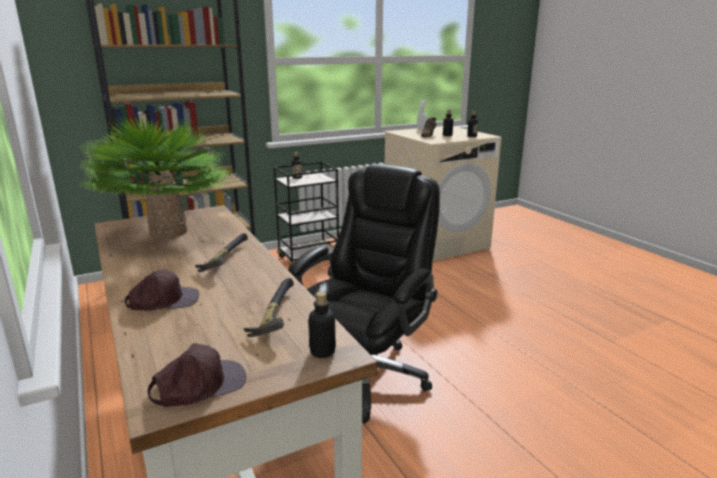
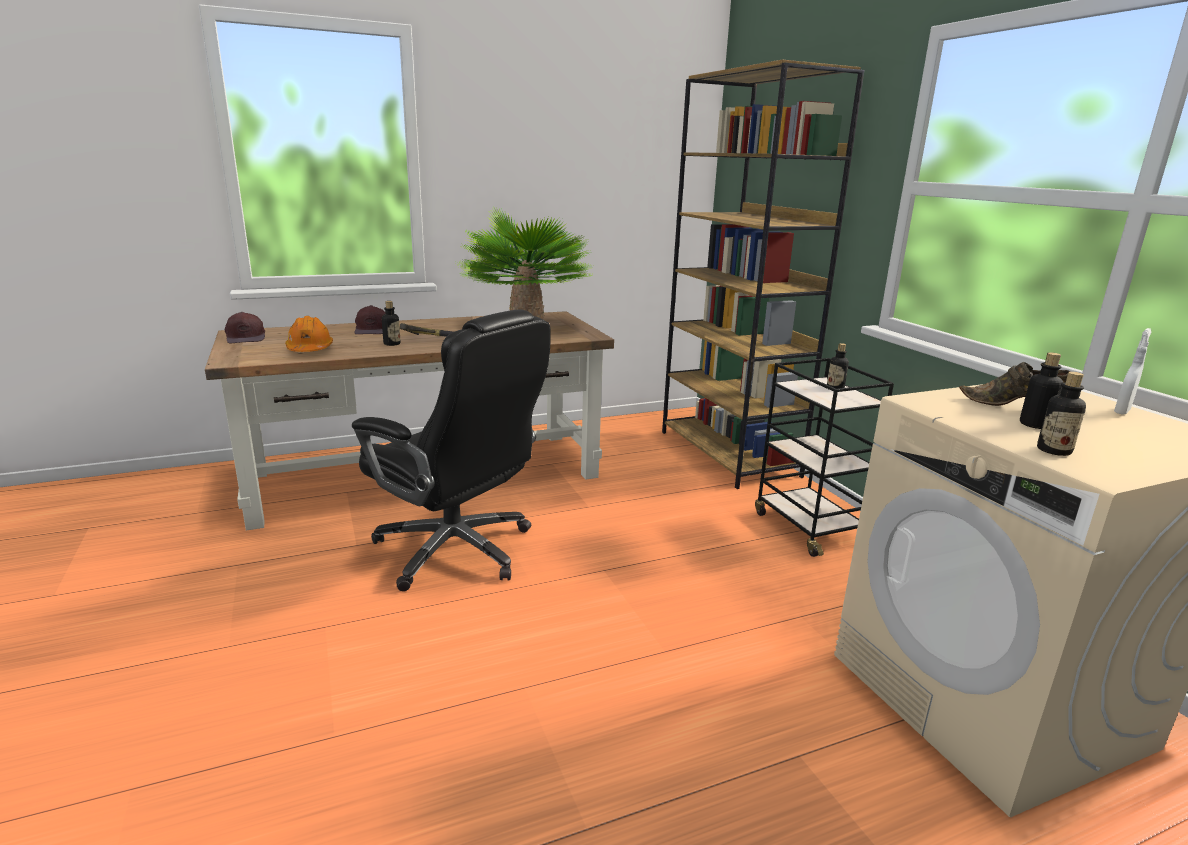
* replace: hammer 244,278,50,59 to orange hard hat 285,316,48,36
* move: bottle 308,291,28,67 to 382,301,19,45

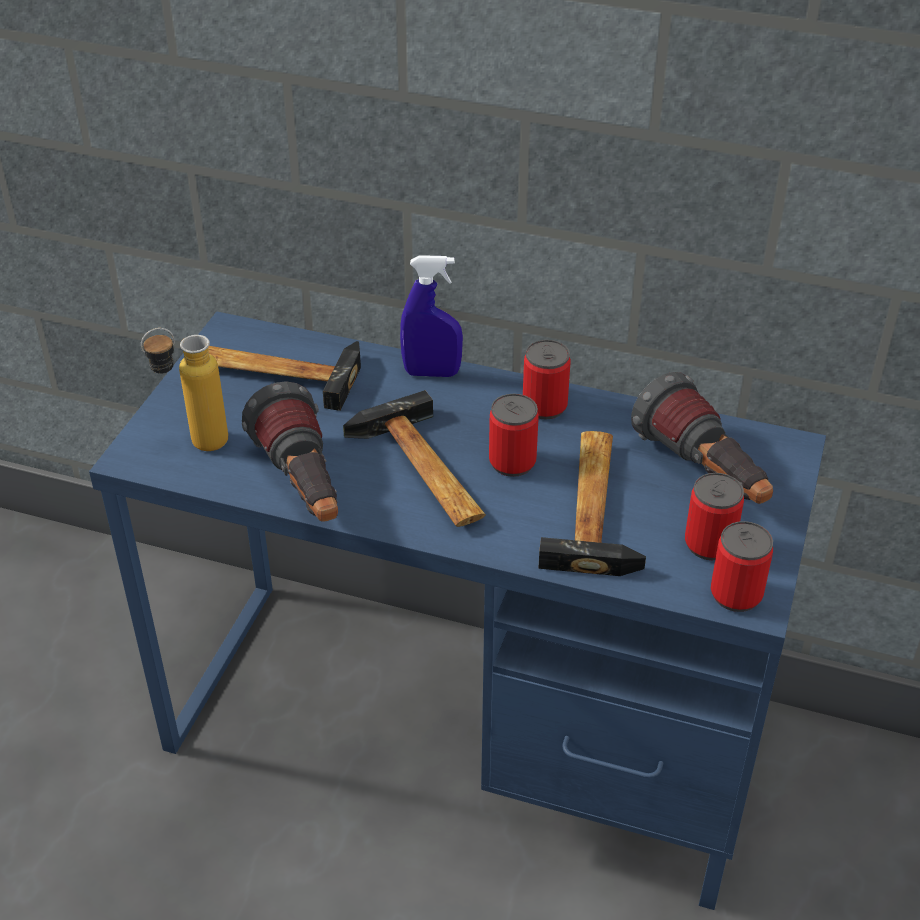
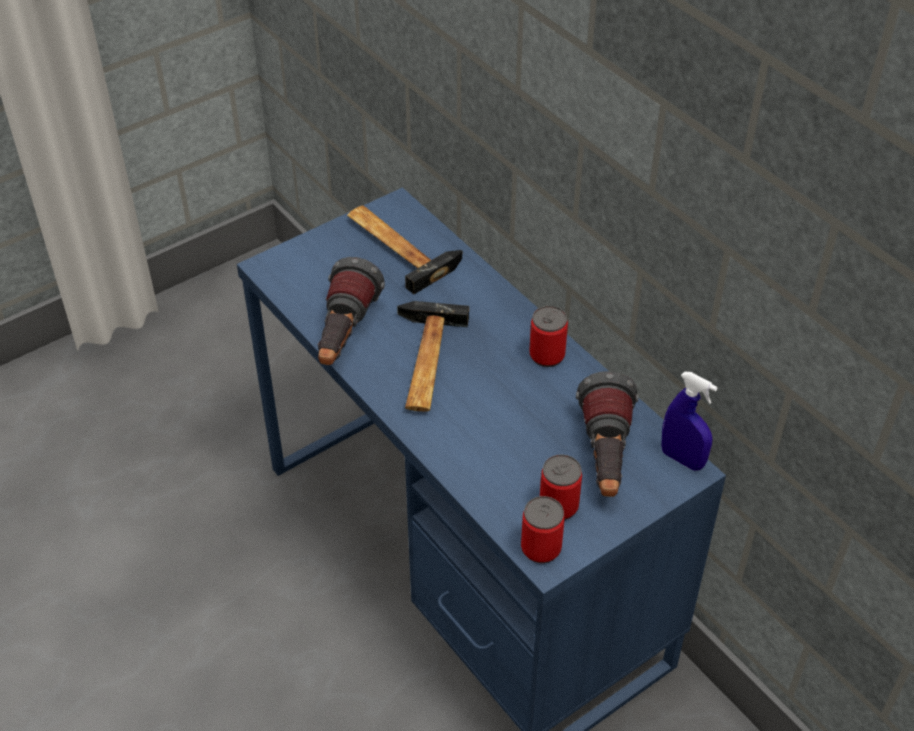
* move: blue spray bottle 400,255,63,122 to 661,372,57,99
* delete: bottle 141,328,87,123
* delete: can 489,394,50,83
* delete: hammer 538,431,108,145

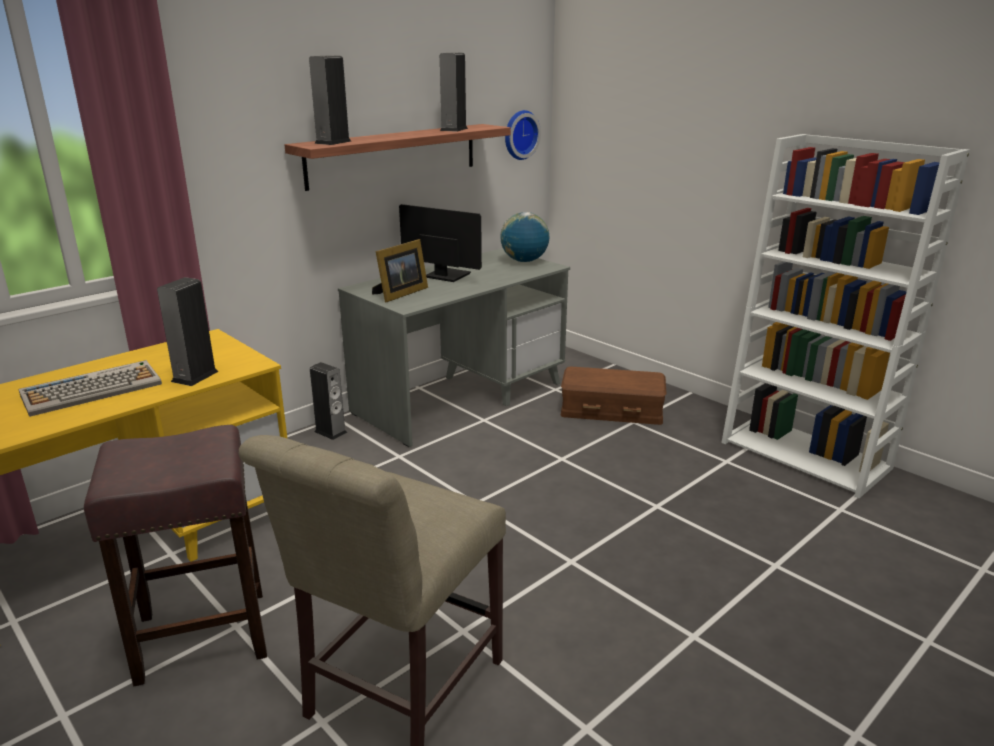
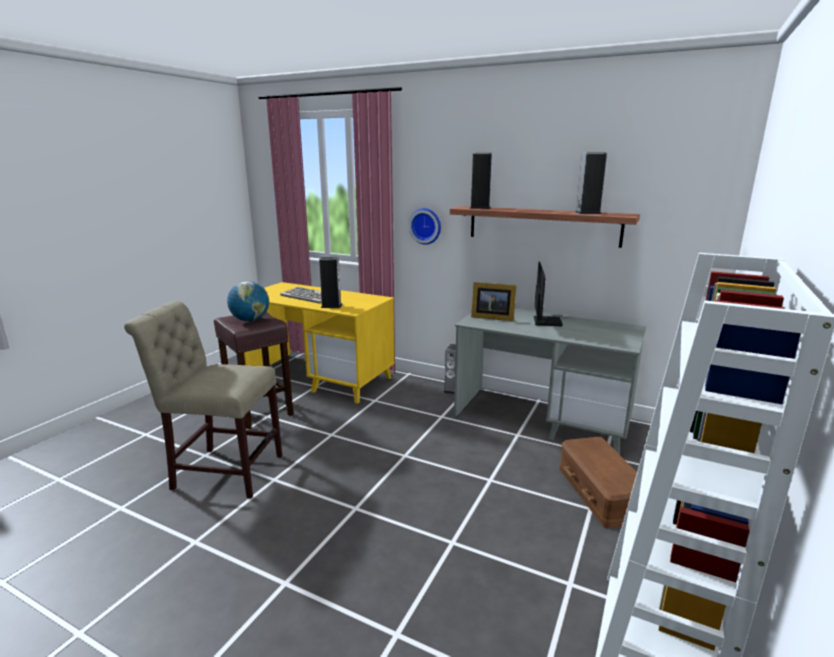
* move: globe 500,212,49,50 to 227,281,42,40
* move: wall clock 505,110,36,50 to 409,208,32,37

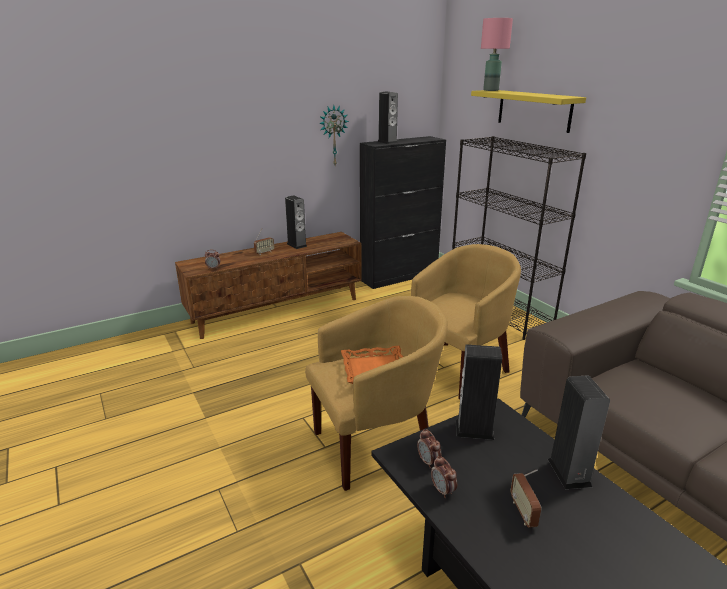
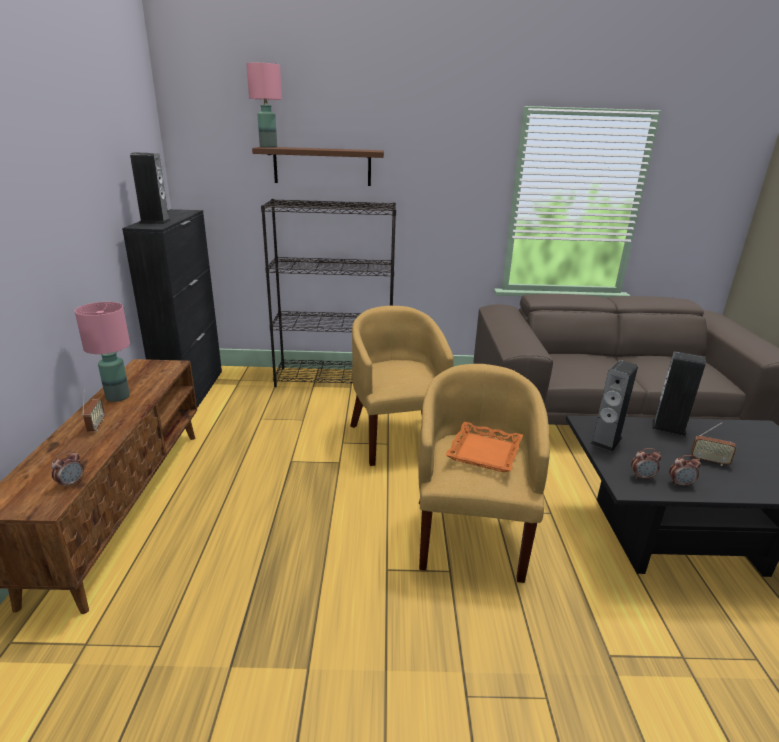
* replace: speaker 285,195,23,54 to pink table lamp 75,302,55,100
* recolor: yellow shelf 471,90,115,43 to brown shelf 252,147,132,39
* delete: wall clock 319,105,30,60

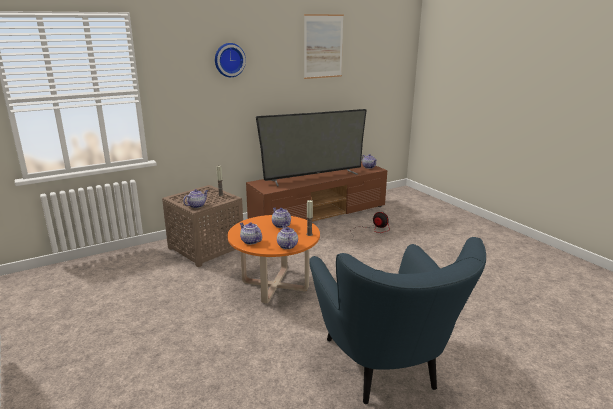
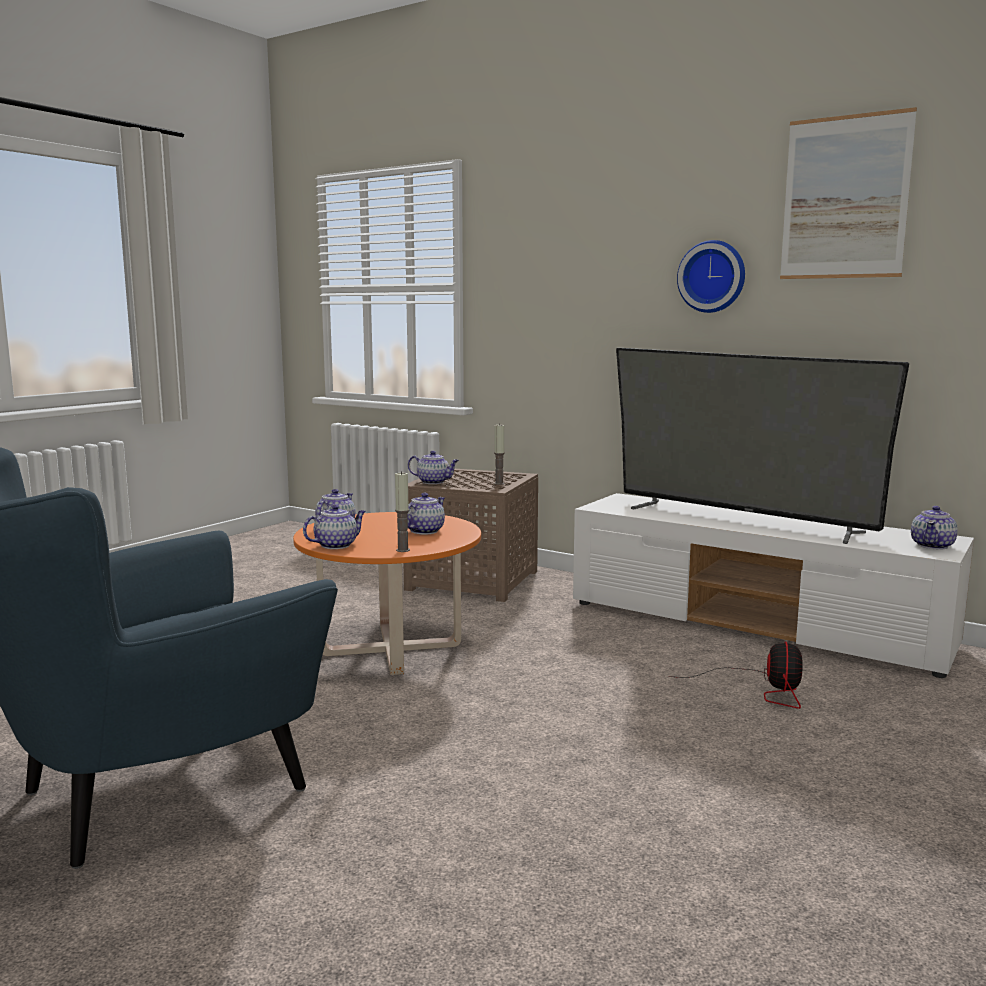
* recolor: brown tv stand 246,162,141,60 to white tv stand 573,493,401,185
* move: wall clock 215,43,31,34 to 677,240,68,73

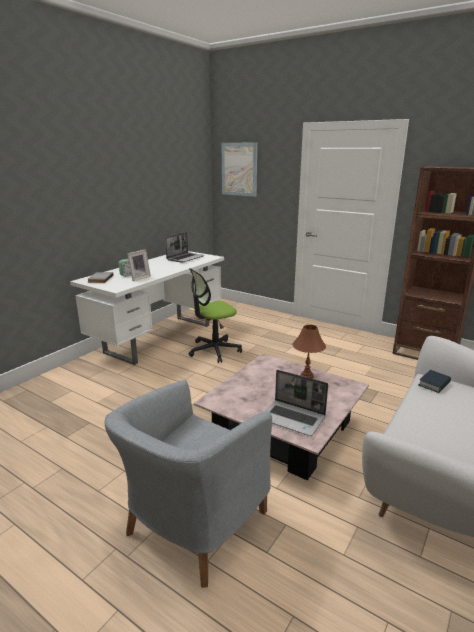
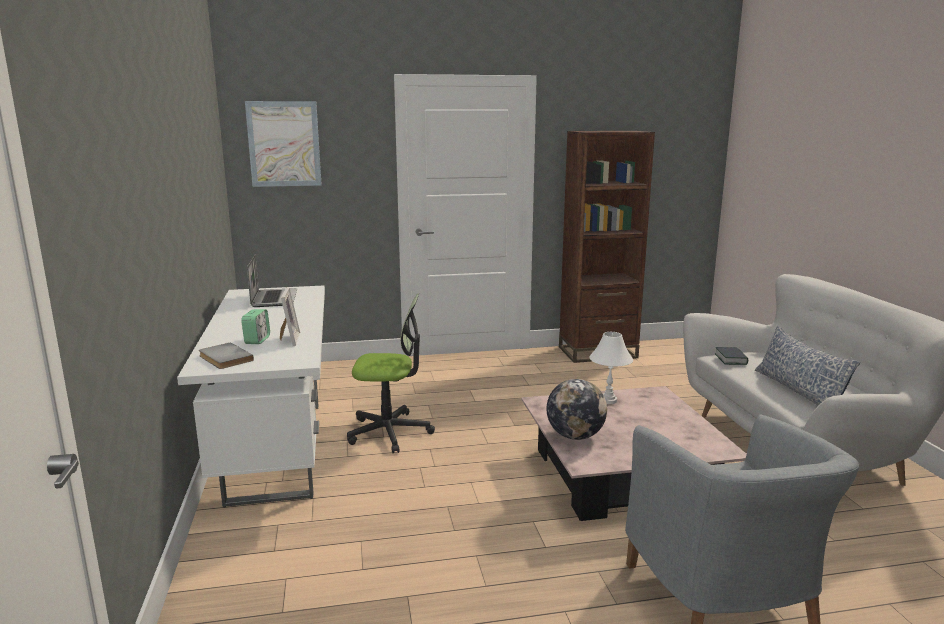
* rotate: office chair 188,268,54,95 = 347,293,88,160 105 degrees counterclockwise
* insert: globe 547,379,60,61
* recolor: brown table lamp 292,325,34,54 to white table lamp 589,332,44,72
* insert: pillow 755,326,105,80
* delete: laptop 266,370,62,66

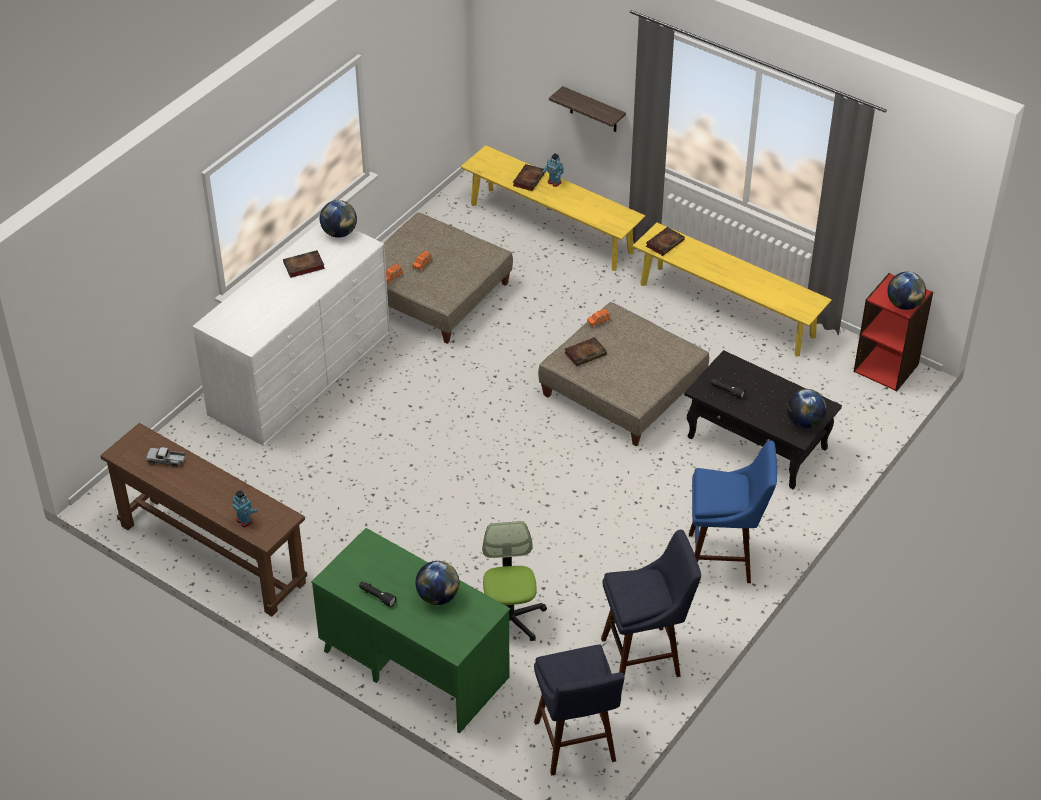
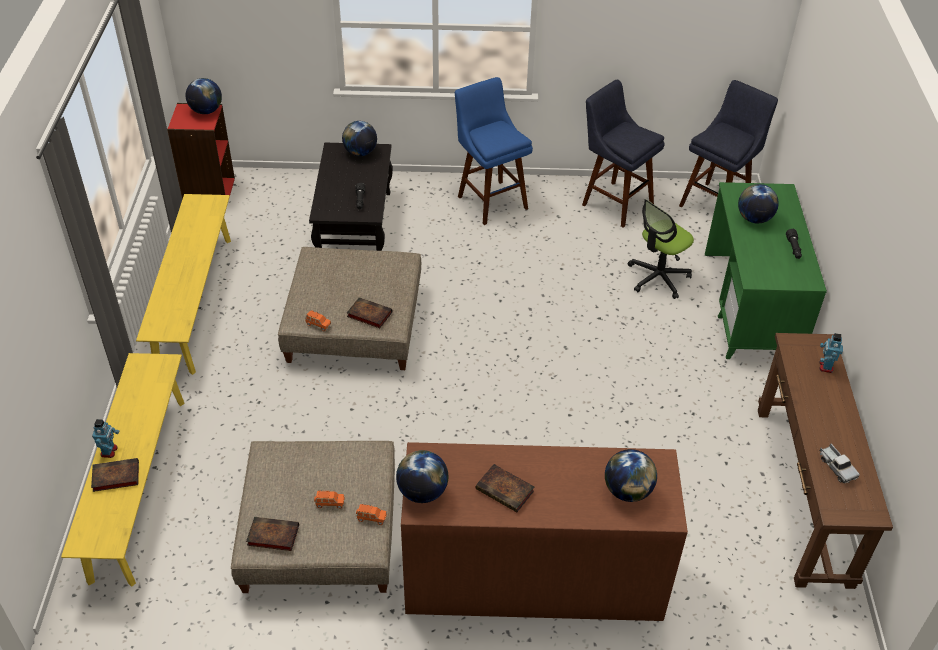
* move: book 646,227,39,29 to 246,517,53,34
* recolor: white dresser 193,222,197,224 to brown dresser 401,442,287,179
* insert: globe 605,449,52,53
* delete: shelf 549,86,77,46

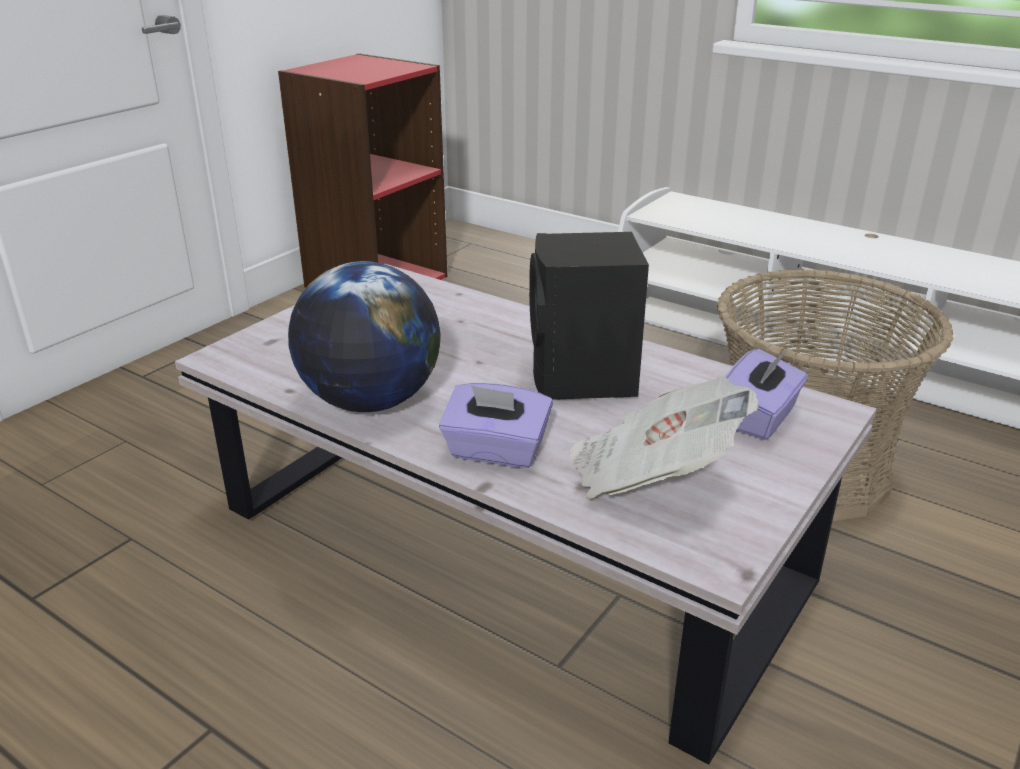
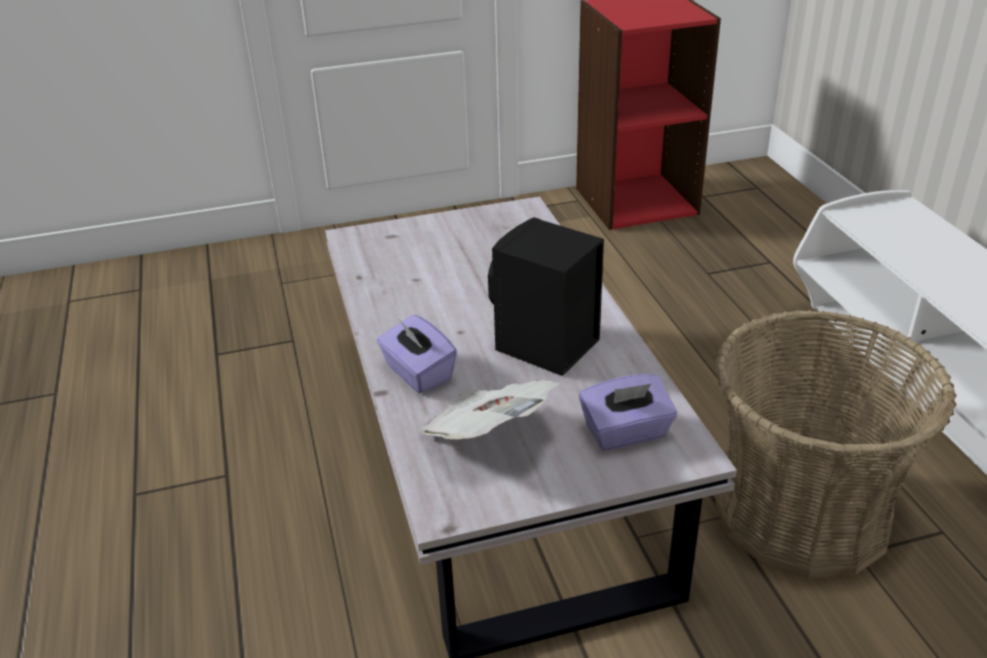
* delete: globe 288,261,153,151

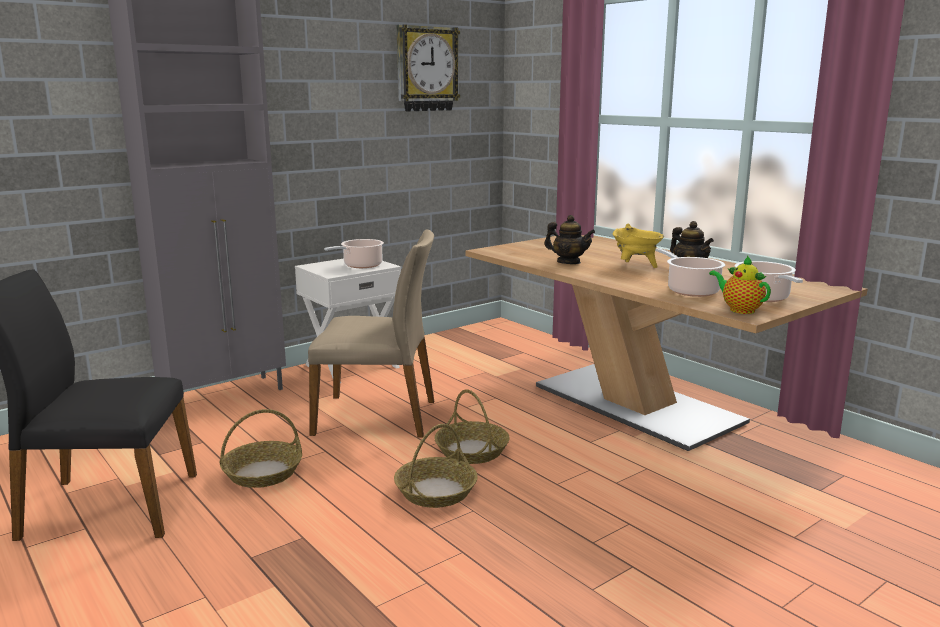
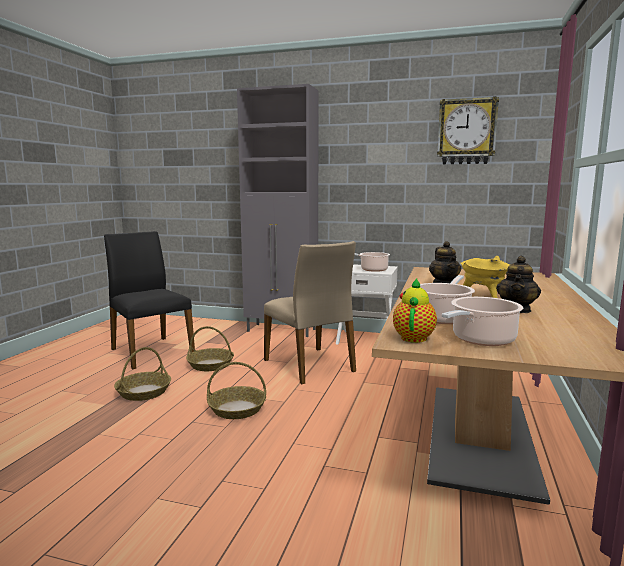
* move: basket 434,389,76,75 to 114,347,57,54

